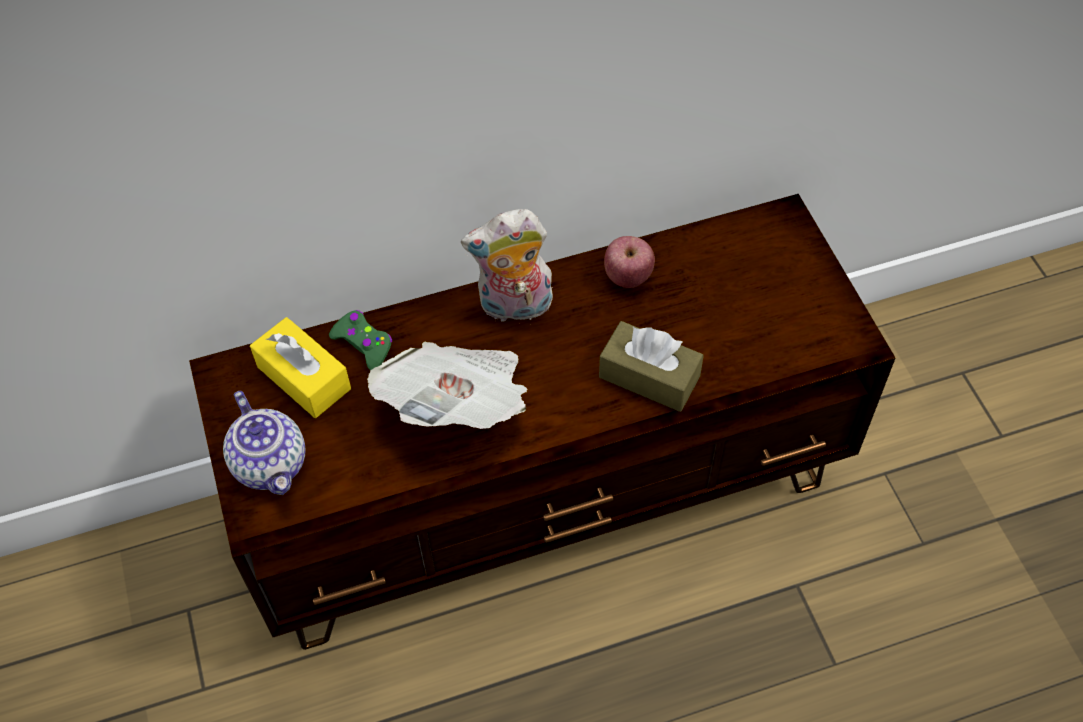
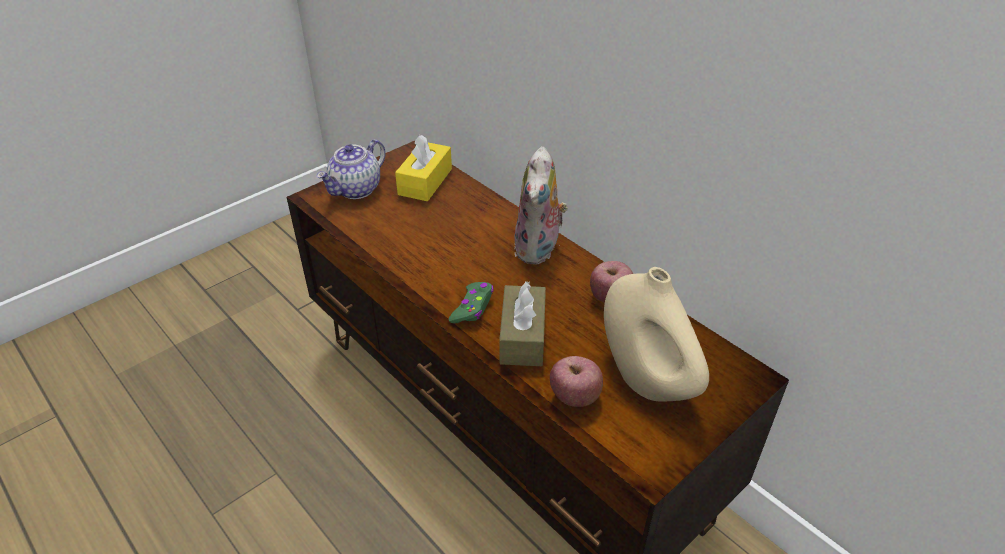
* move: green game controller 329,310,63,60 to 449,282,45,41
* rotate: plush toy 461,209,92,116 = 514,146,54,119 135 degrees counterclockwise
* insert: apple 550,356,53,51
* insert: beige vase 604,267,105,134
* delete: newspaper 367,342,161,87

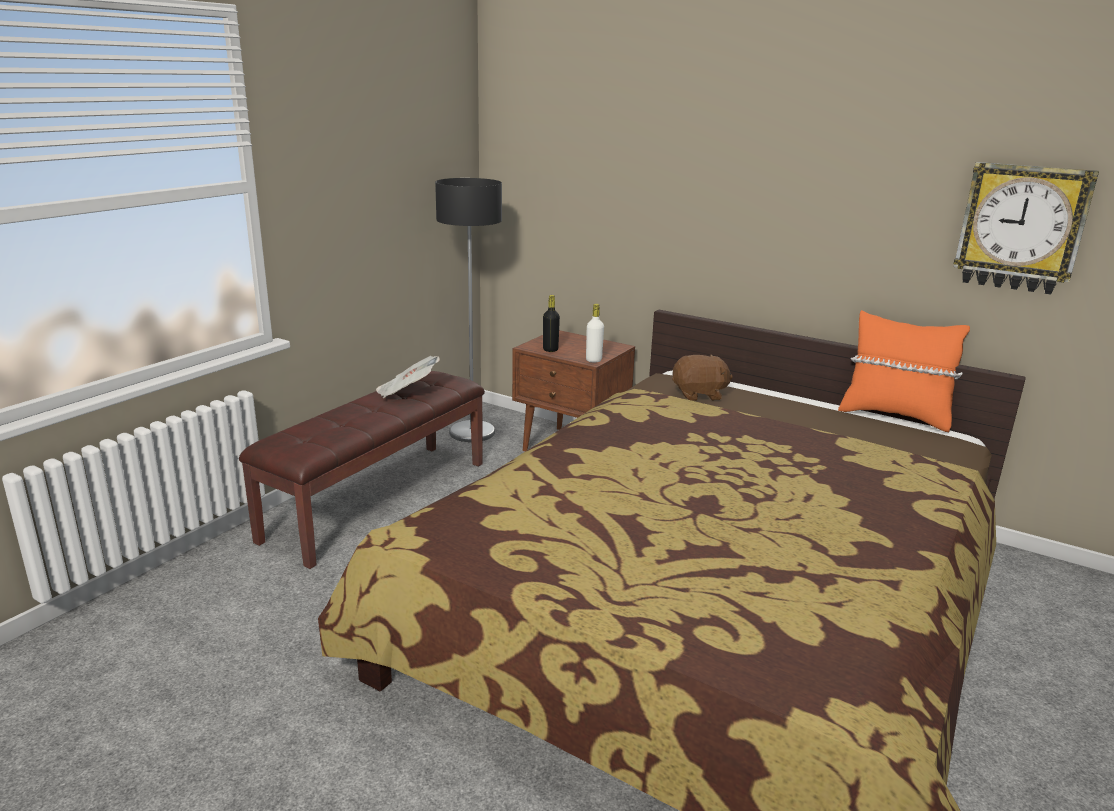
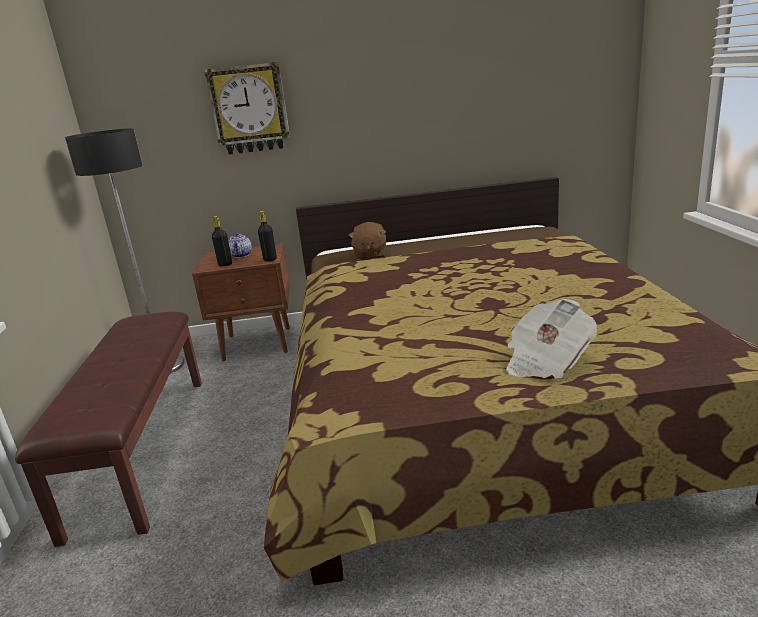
* move: wall clock 954,162,145,133 to 205,62,85,93
* insert: teapot 228,233,24,25
* recolor: white bottle 586,304,18,58 to black bottle 258,211,19,51
* rotate: brown plush toy 672,354,61,47 = 348,222,38,39 135 degrees clockwise
* move: newspaper 376,356,64,42 to 506,299,91,79
* delete: orange pillow 838,310,132,122

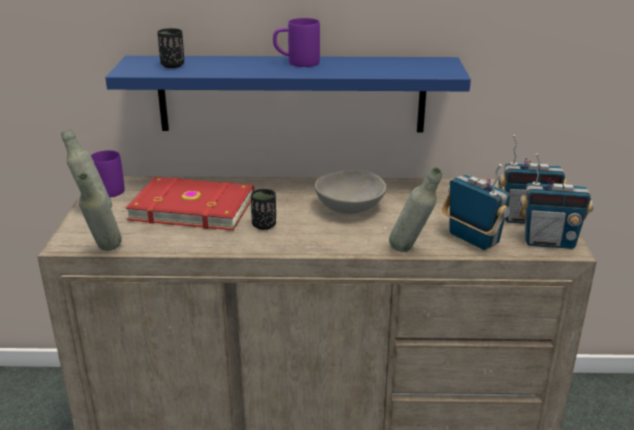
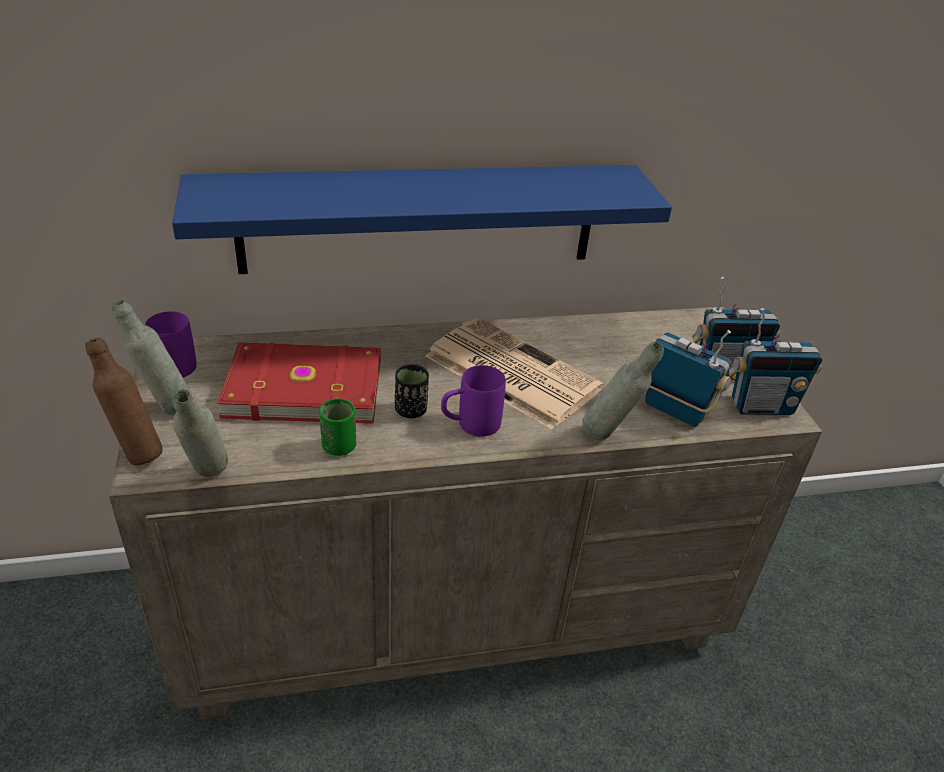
* insert: brown bottle 85,337,78,128
* insert: green cup 319,398,37,58
* replace: grey bowl 315,170,71,44 to newspaper 426,318,178,111
* move: purple mug 273,18,47,49 to 441,365,65,71
* delete: black cup 157,28,27,40

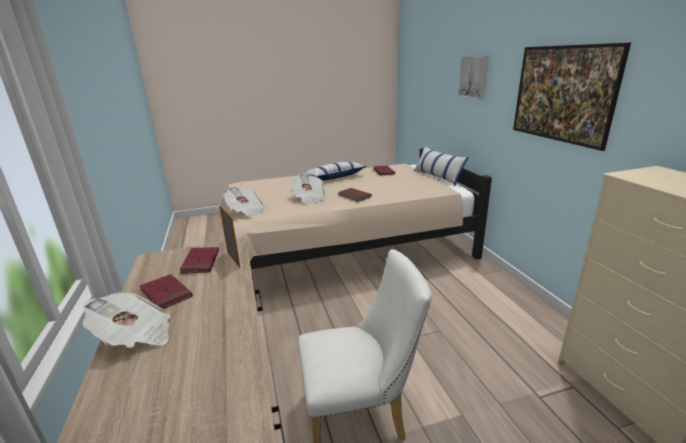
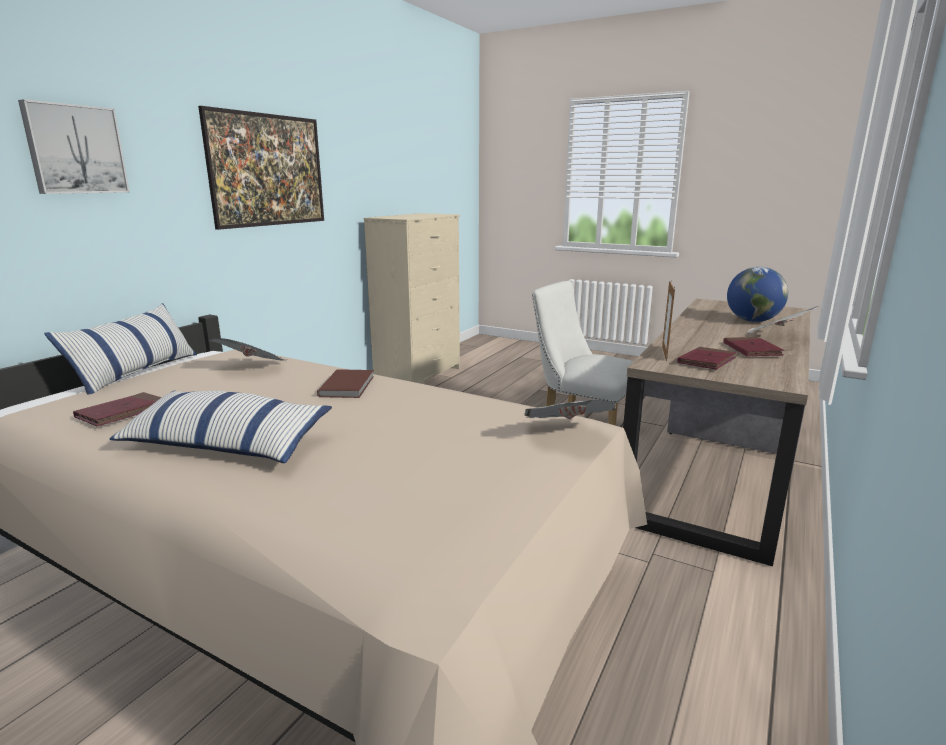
* move: newspaper 291,174,34,31 to 208,338,76,23
* insert: globe 727,267,61,55

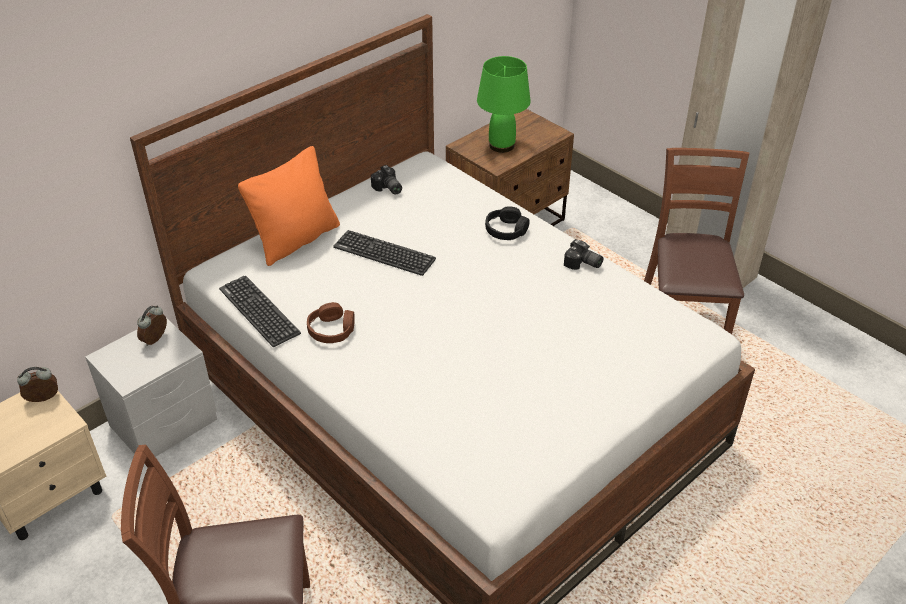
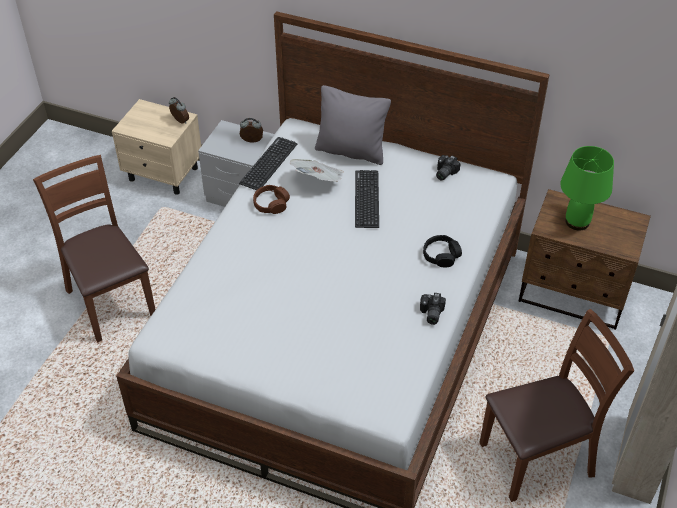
* insert: newspaper 290,159,54,23
* recolor: orange pillow 238,146,102,120 to grey pillow 315,85,76,80

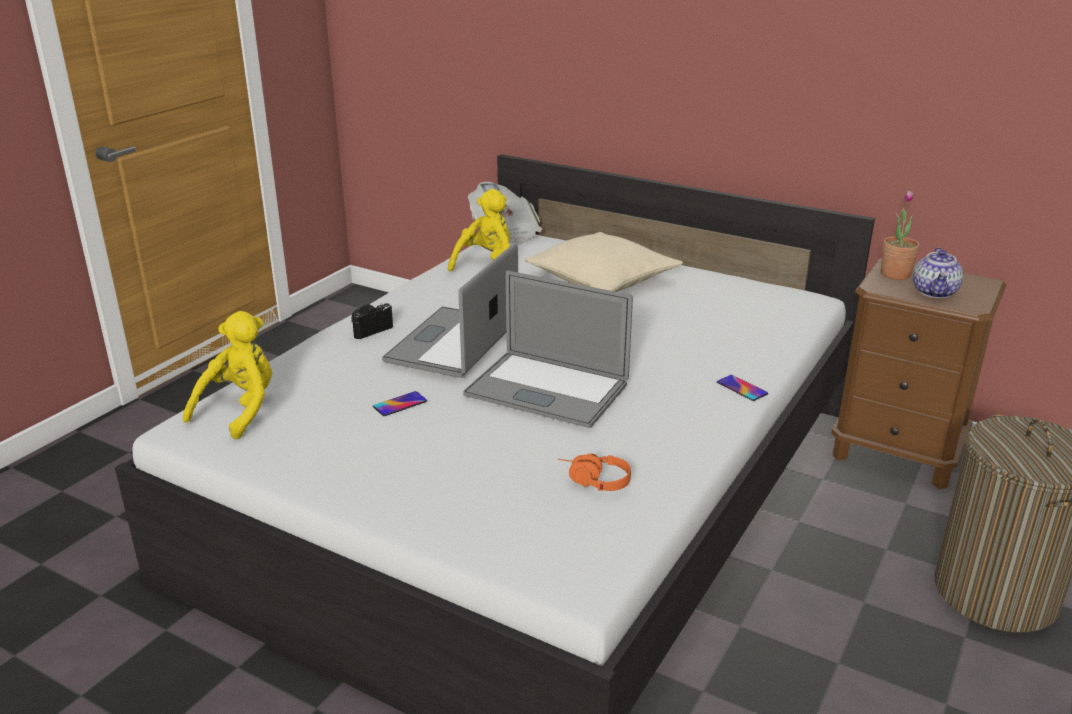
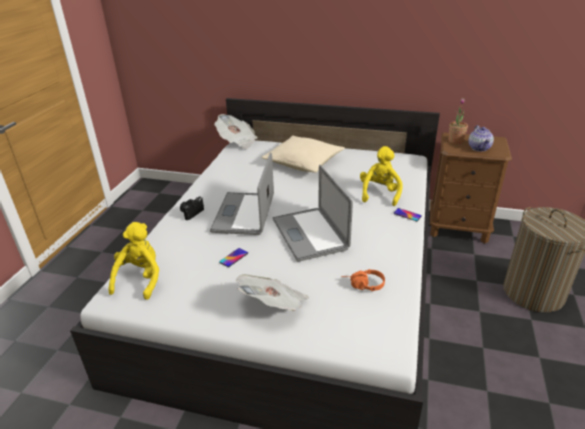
* insert: newspaper 236,274,73,37
* rotate: laptop 463,270,170,158 = 273,165,80,97 60 degrees clockwise
* move: yellow plush toy 448,189,62,82 to 360,146,43,60

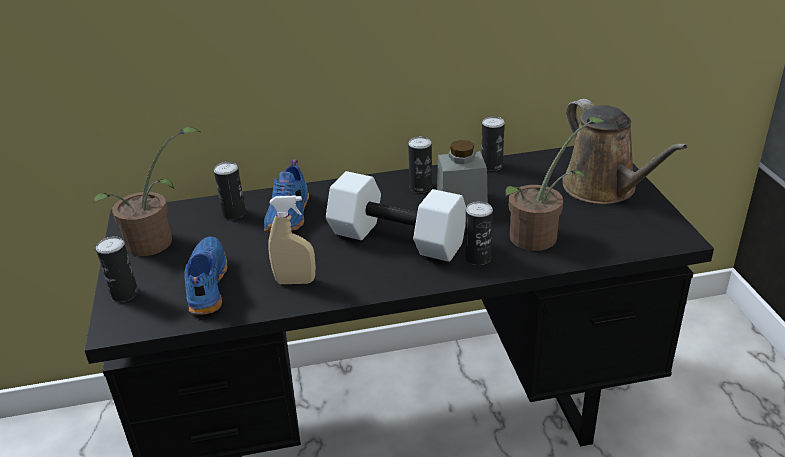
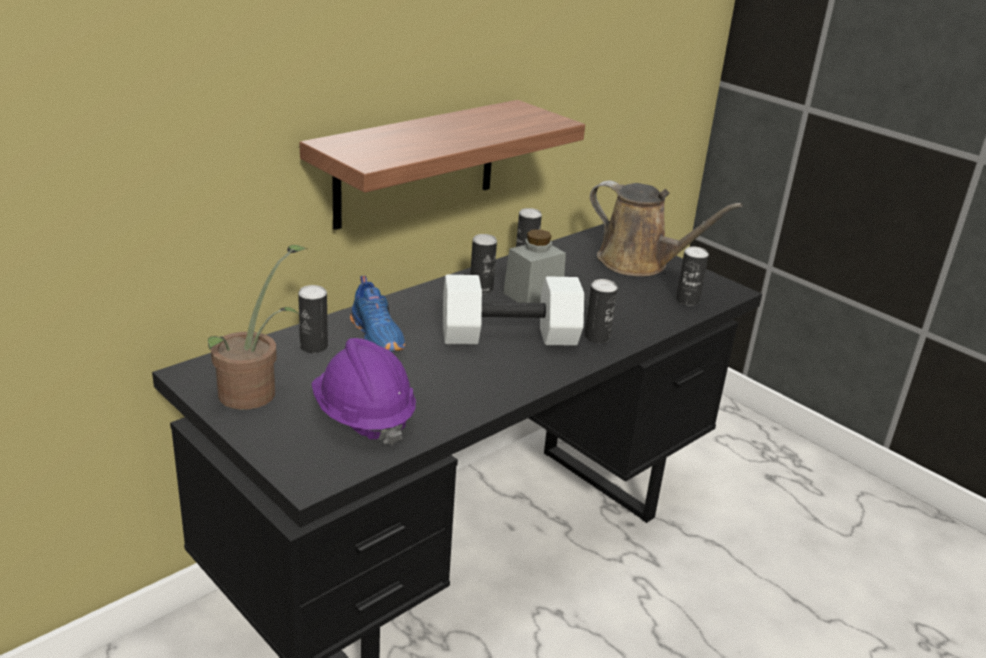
* insert: shelf 300,100,285,130
* replace: blue shoe 184,237,43,78 to purple hard hat 312,338,104,108
* move: can 96,237,42,65 to 676,247,33,59
* delete: beige spray bottle 268,195,48,89
* delete: potted plant 505,117,100,134

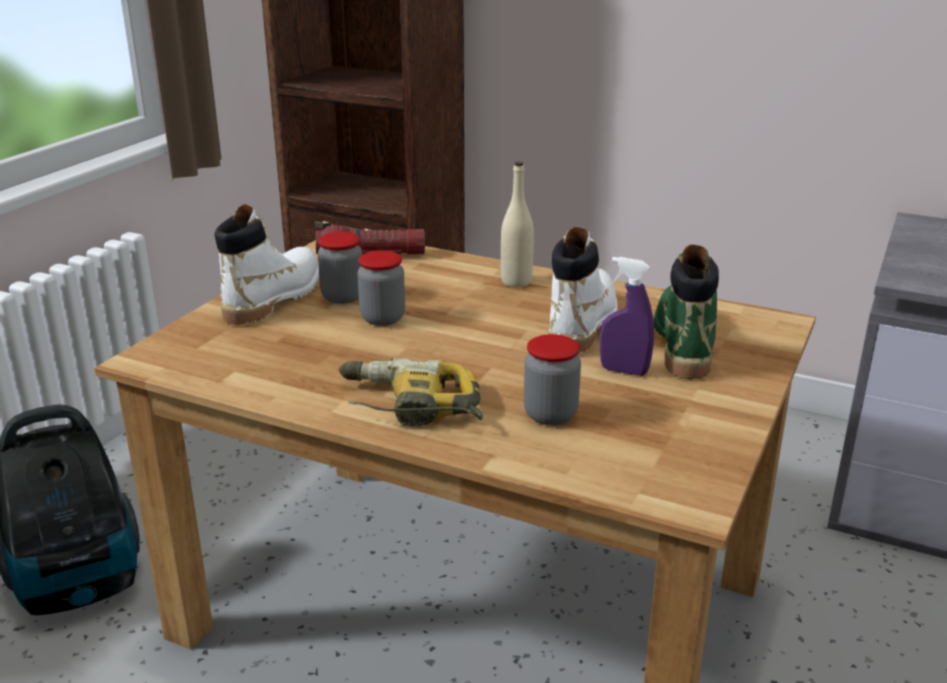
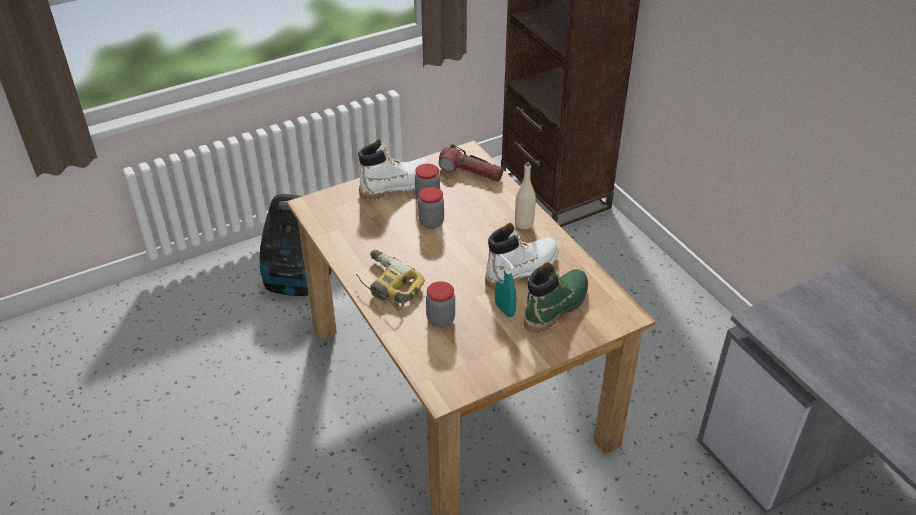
* recolor: purple spray bottle 600,257,54,119 to turquoise spray bottle 495,254,21,64

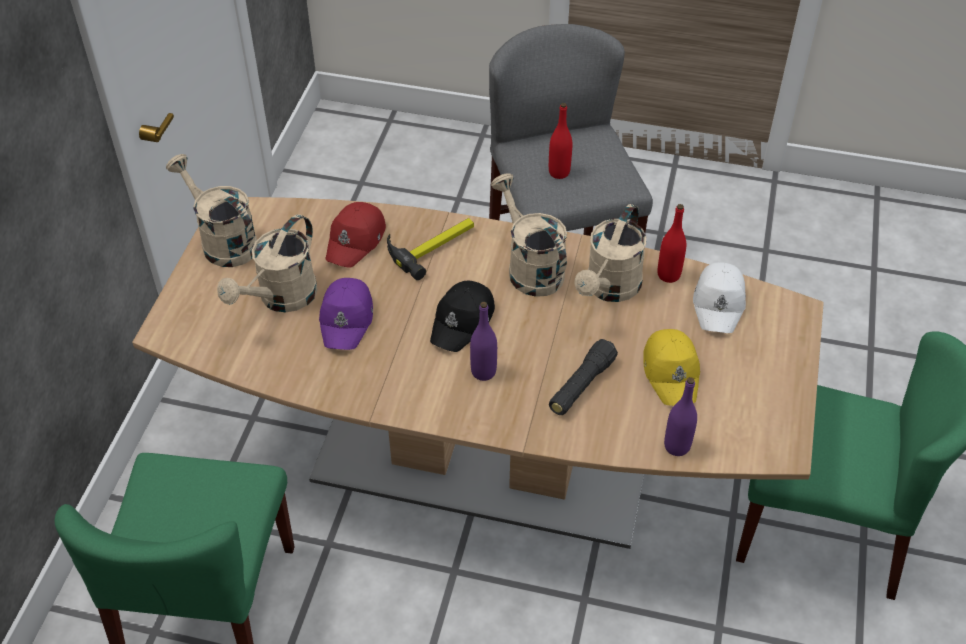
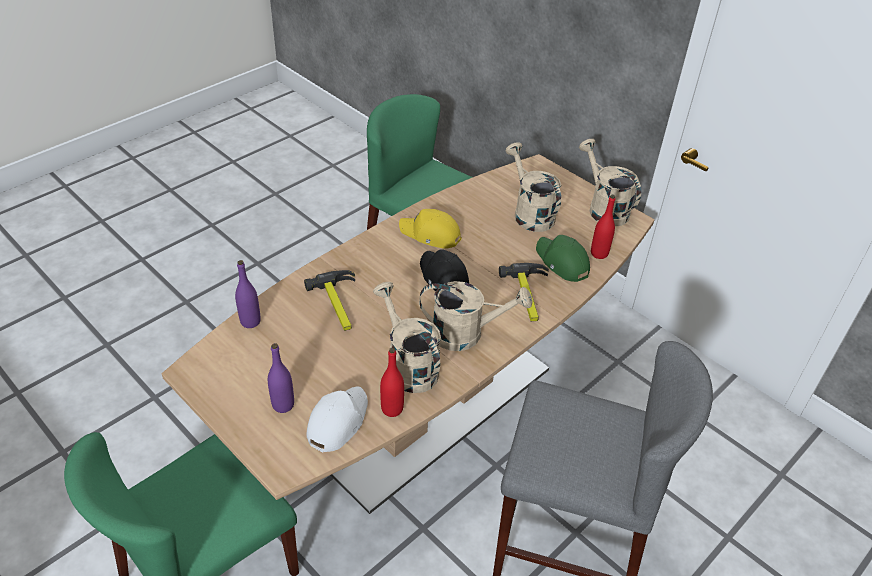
* move: purple bottle 470,302,27,79 to 268,343,26,70
* replace: black flashlight 549,339,69,76 to hammer 304,270,51,61
* rotate: white cap 693,262,53,71 = 306,386,62,66 75 degrees clockwise
* move: yellow cap 643,329,57,77 to 399,209,63,40
* recolor: red cap 325,202,61,66 to green cap 536,235,54,47
* rotate: beige watering can 166,154,91,113 = 579,139,62,87 105 degrees counterclockwise
* move: red bottle 549,103,23,76 to 591,195,24,64
* delete: purple cap 319,278,54,72

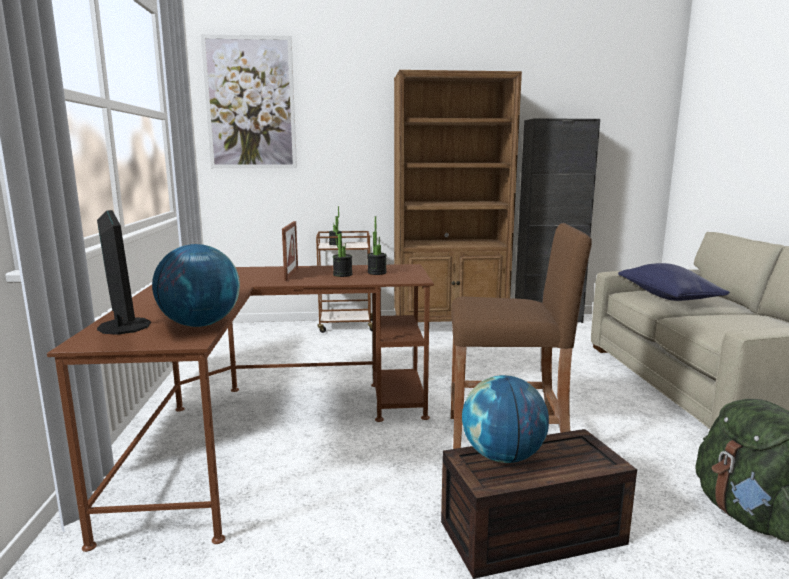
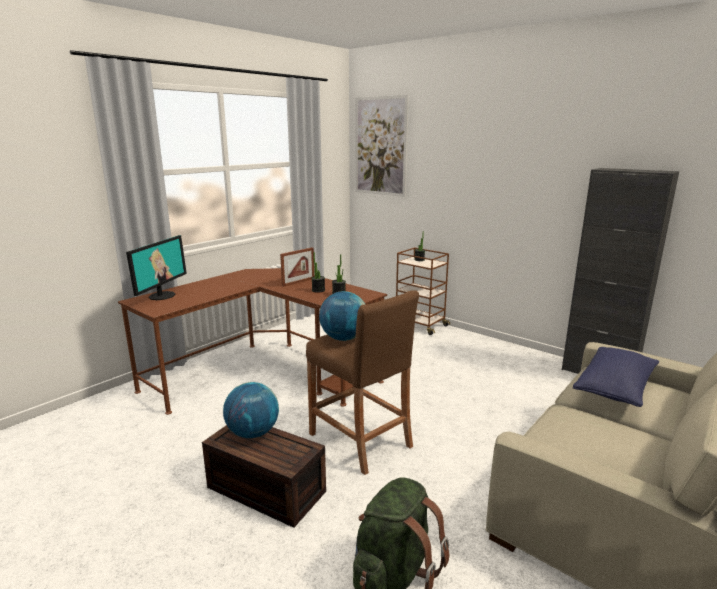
* move: globe 152,244,88,83 to 319,291,47,50
* delete: brown bookcase 394,70,128,252

